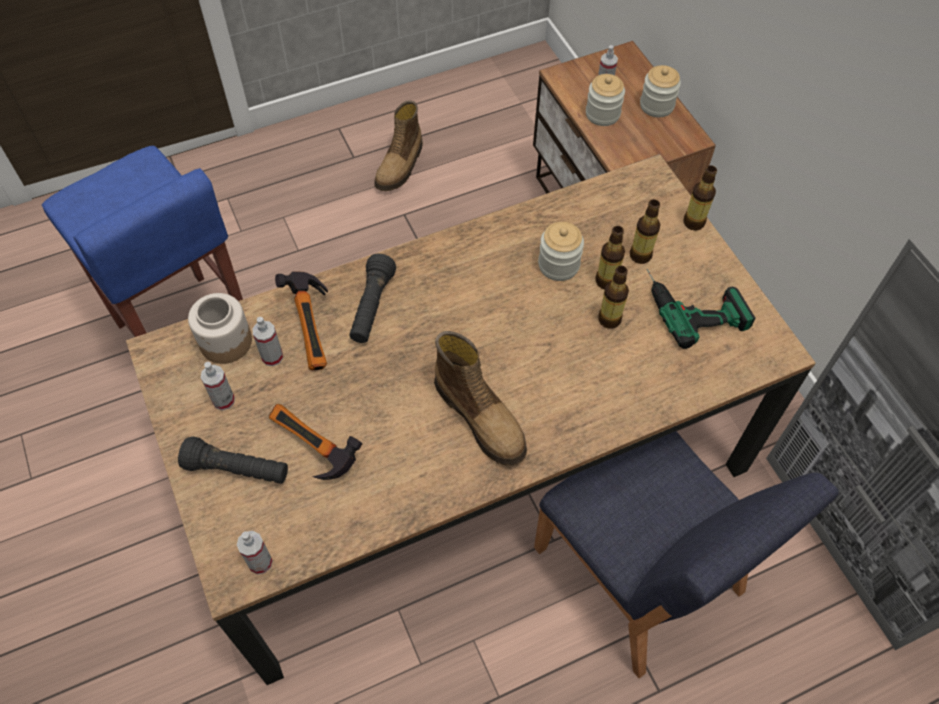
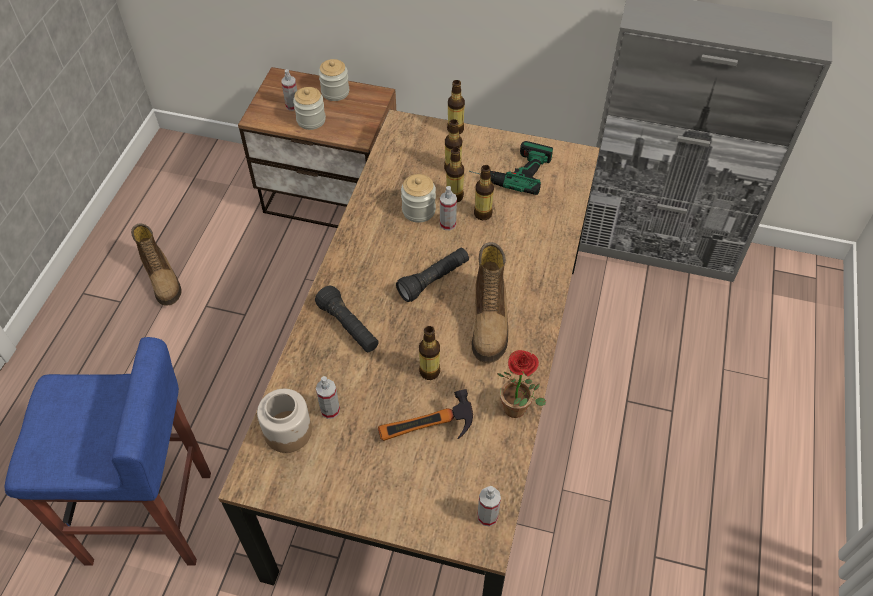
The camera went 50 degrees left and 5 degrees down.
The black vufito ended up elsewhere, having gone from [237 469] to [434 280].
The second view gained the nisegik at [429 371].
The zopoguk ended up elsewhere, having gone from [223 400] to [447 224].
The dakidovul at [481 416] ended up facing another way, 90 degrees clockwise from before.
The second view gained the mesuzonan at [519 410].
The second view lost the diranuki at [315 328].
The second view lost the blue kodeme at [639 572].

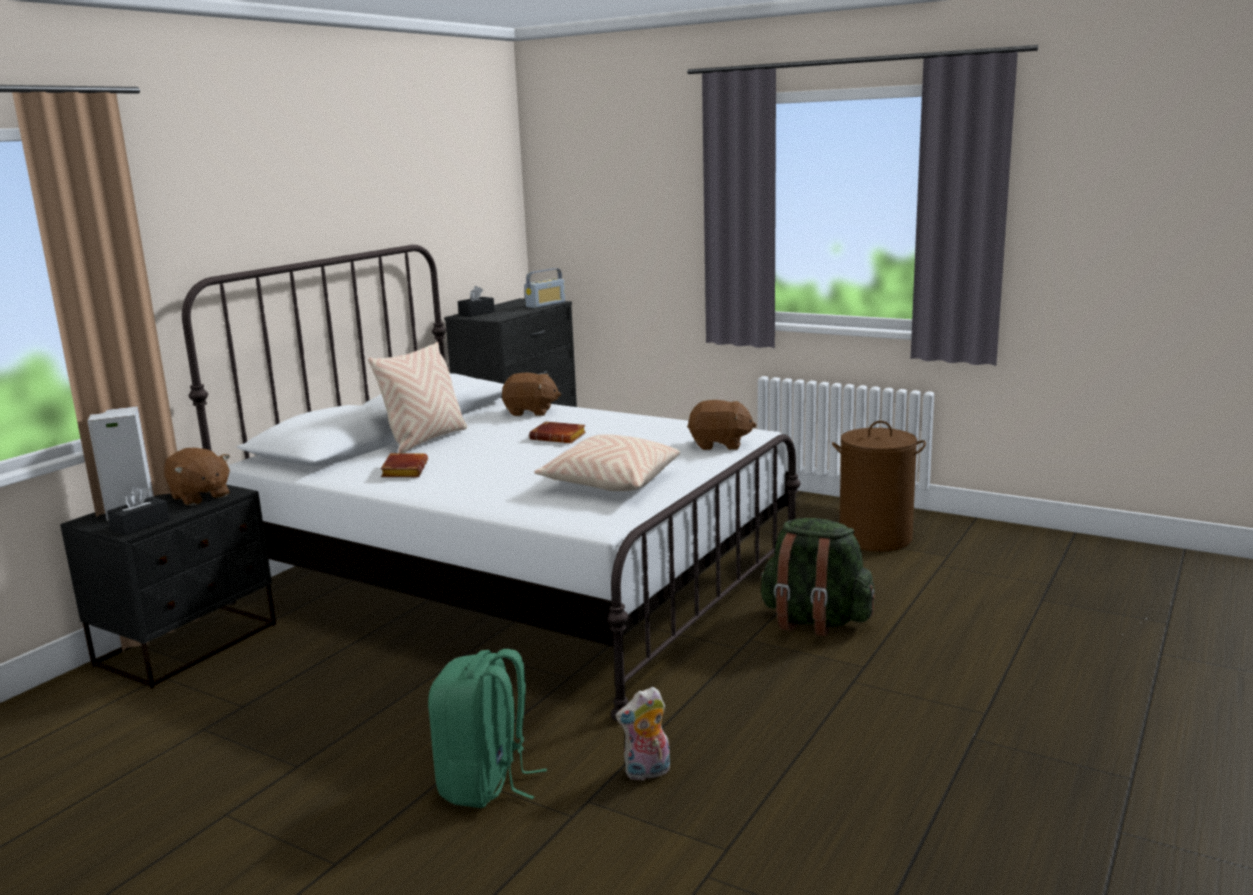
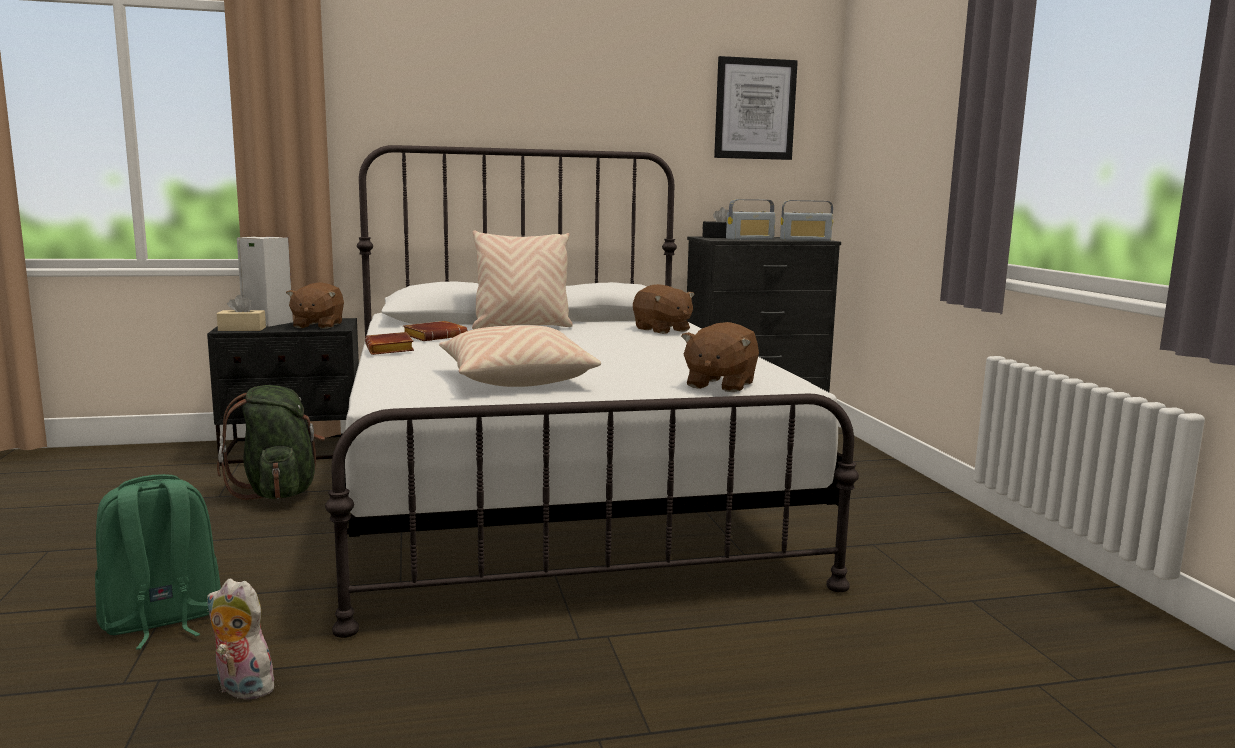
The camera went 45 degrees right and 5 degrees down.
What was the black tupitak at [140 525] turned into the beige tupitak at [242 329].
The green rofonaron ended up elsewhere, having gone from [814 621] to [278 492].
The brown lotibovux ended up elsewhere, having gone from [560 437] to [391 350].
The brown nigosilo at [720 445] ended up facing another way, 60 degrees clockwise from before.
The second view gained the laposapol at [755 109].
The second view gained the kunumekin at [750 239].
The second view lost the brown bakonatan at [874 538].

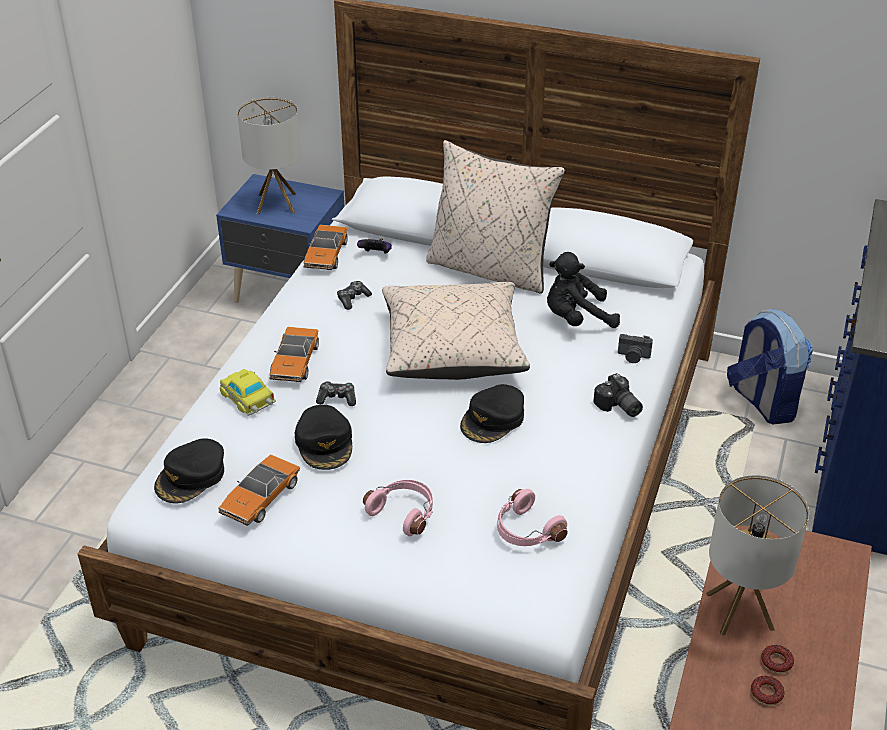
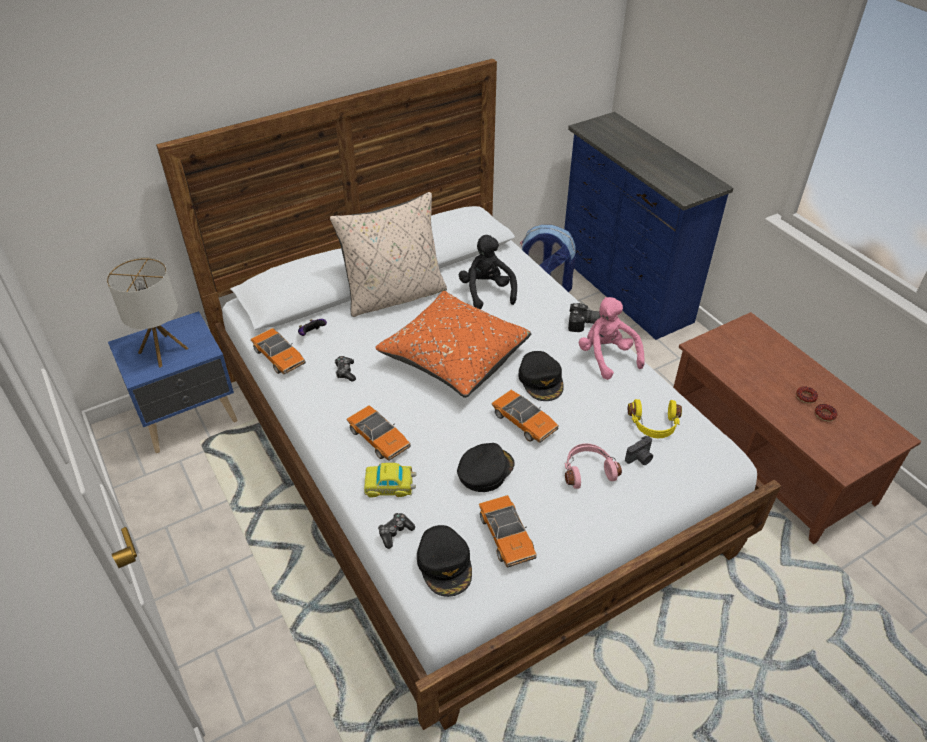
The camera went 50 degrees left and 5 degrees up.
What was the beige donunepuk at [453 349] turned into the orange donunepuk at [454 357].
The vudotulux ended up elsewhere, having gone from [337 398] to [395 532].
The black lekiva at [325 443] ended up facing another way, 75 degrees counterclockwise from before.
The black nigosilo at [576 319] ended up facing another way, 135 degrees clockwise from before.
The second view gained the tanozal at [524 422].
The second view gained the pink nigosilo at [607 356].
The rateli ended up elsewhere, having gone from [633 357] to [640 458].
What was the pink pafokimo at [526 531] turned into the yellow pafokimo at [654 425].
The second view lost the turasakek at [739 611].

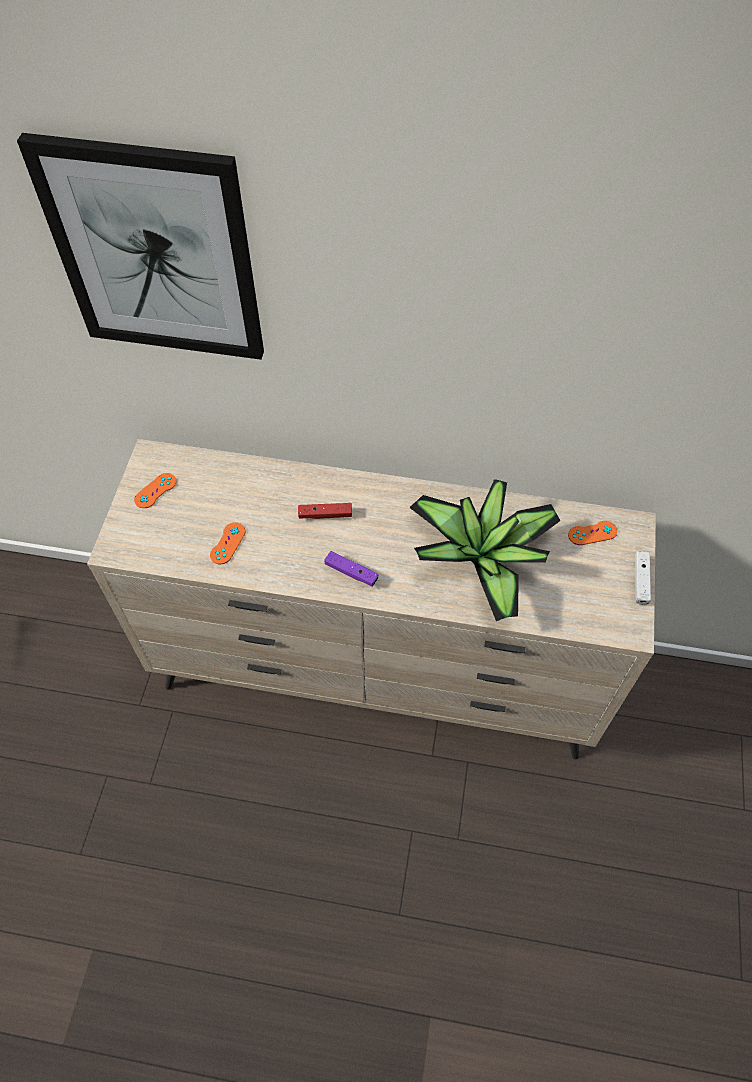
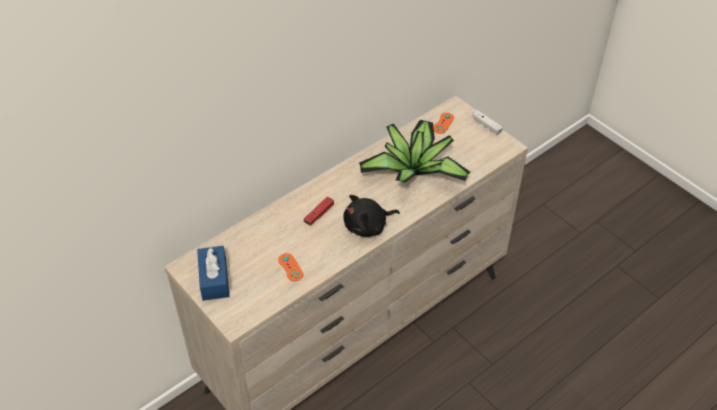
The camera went 50 degrees left and 10 degrees down.
Where the orange vudotulux stood at [155 491], the blue tupitak came to stand at [214 279].
Where the purple vudotulux stood at [351 572], the black nigosilo came to stand at [368 226].
The second view lost the laposapol at [155 253].

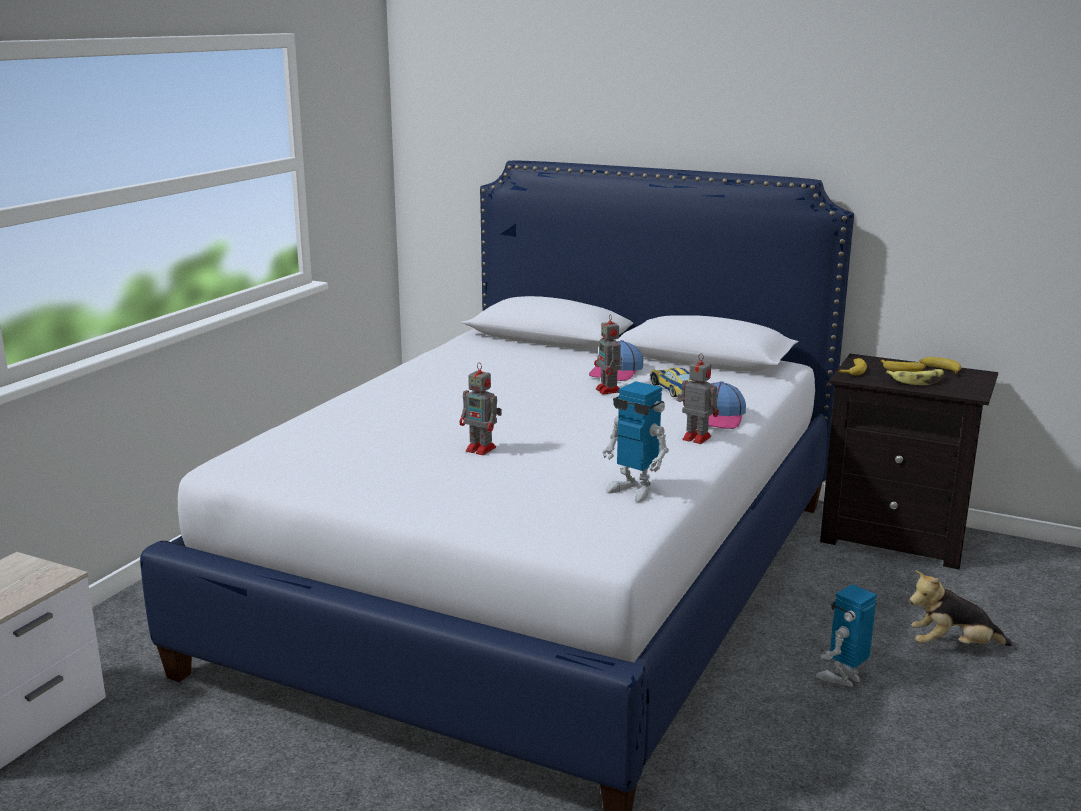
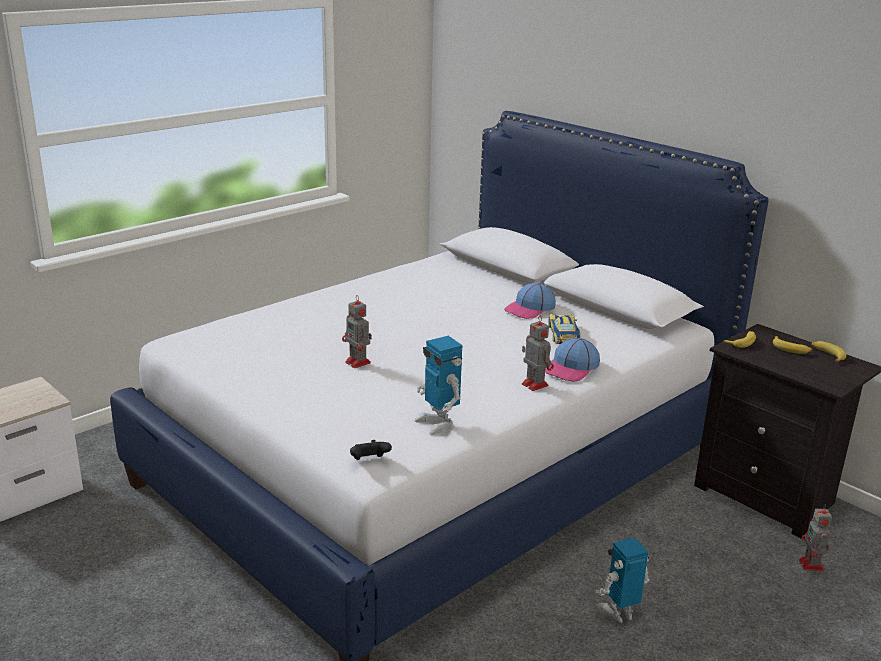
The camera went 20 degrees right and 5 degrees up.
The second view gained the black vudotulux at [369 461].
The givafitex ended up elsewhere, having gone from [609 390] to [811 565].
The second view lost the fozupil at [917 381].
The second view lost the nigosilo at [953 646].

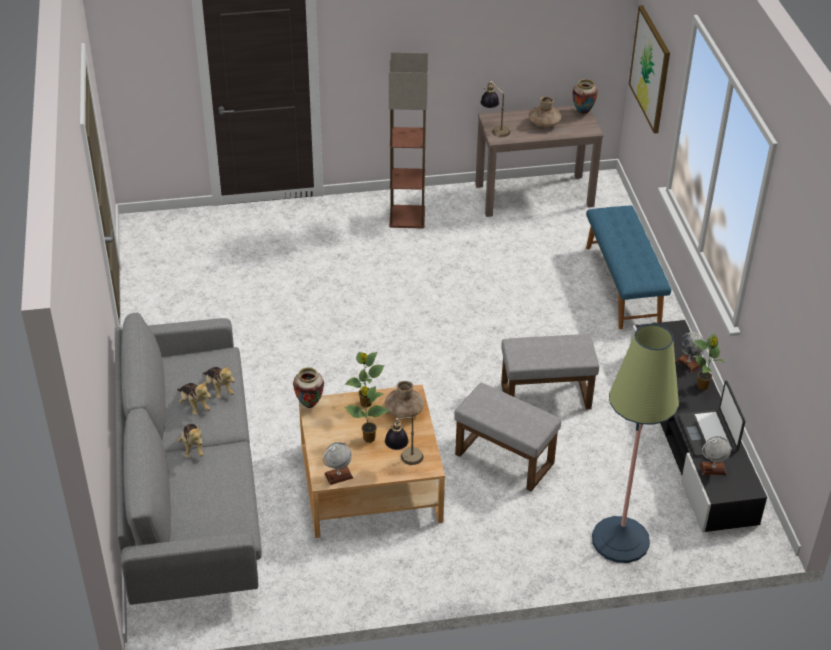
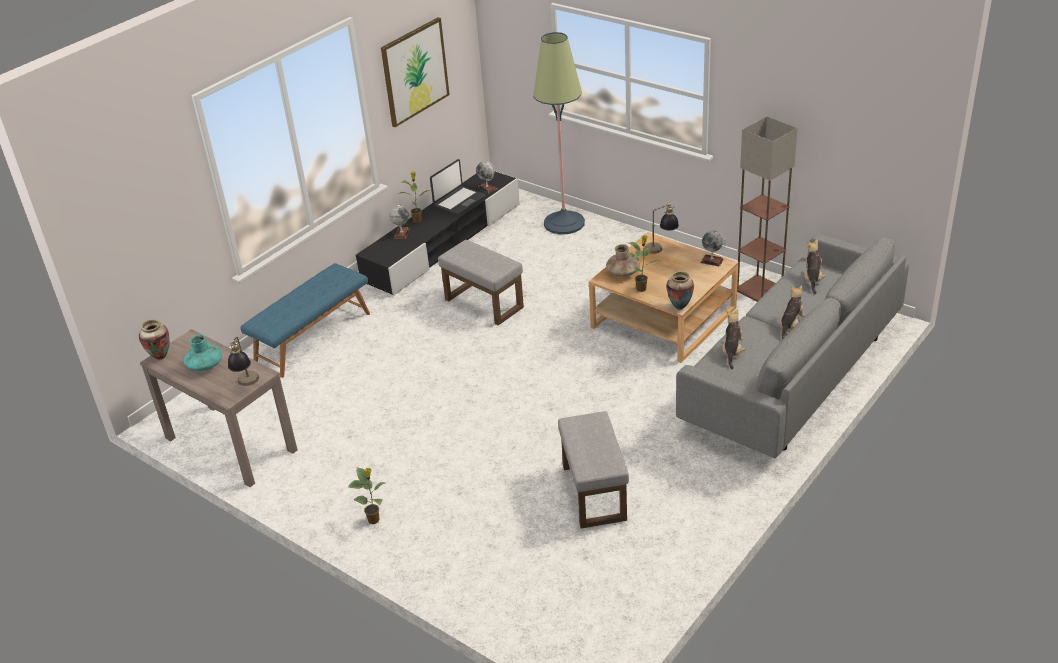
The camera went 130 degrees left and 5 degrees down.
What was the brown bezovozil at [544 123] turned into the turquoise bezovozil at [205 365].
The mesuzonan ended up elsewhere, having gone from [368 439] to [374 520].
The laposapol ended up elsewhere, having gone from [650 69] to [415 71].
The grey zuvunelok ended up elsewhere, having gone from [506 458] to [593 492].
The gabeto ended up elsewhere, having gone from [406 217] to [760 290].
The nigosilo ended up elsewhere, having gone from [194 405] to [812 279].

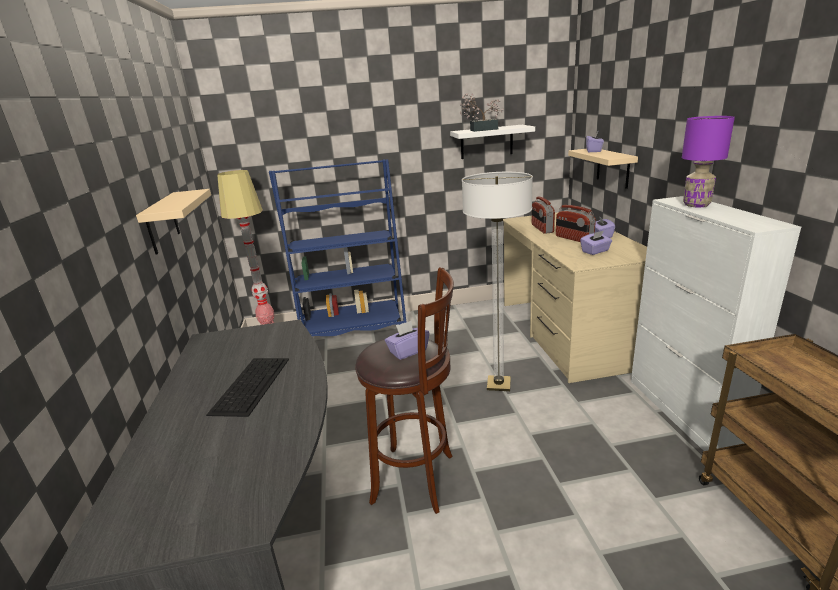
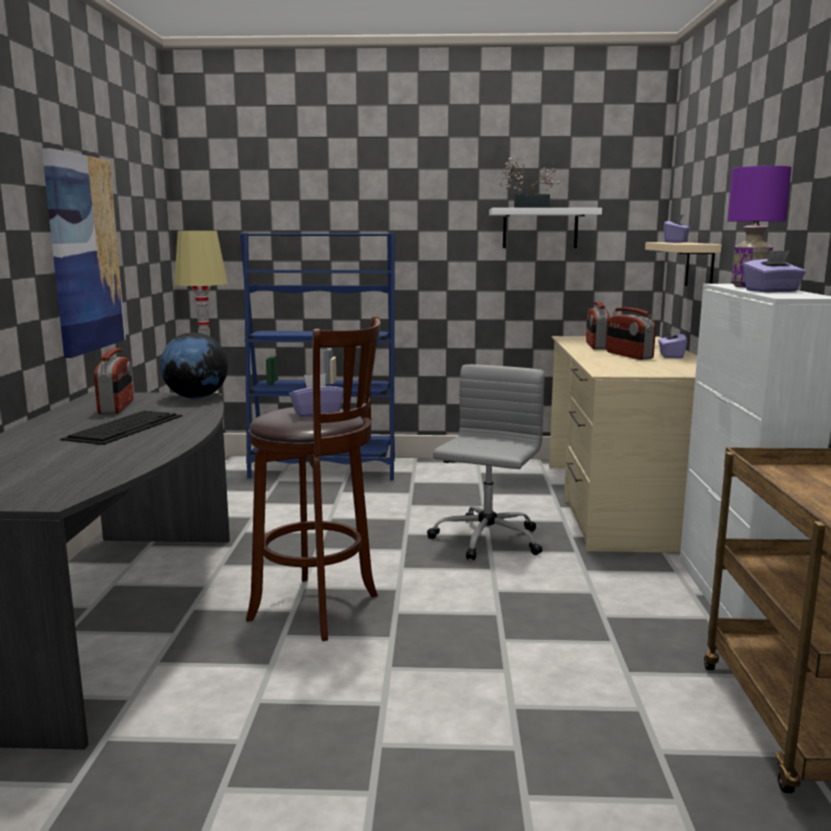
The camera went 10 degrees right and 10 degrees down.
Where the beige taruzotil hung at [162 223], the laposapol came to hang at [84 254].
The second view gained the kunumekin at [117 407].
The second view gained the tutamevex at [196 397].
Where the gabeto stood at [498 384], the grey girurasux came to stand at [486 540].
The purple tupitak ended up elsewhere, having gone from [595 251] to [772 291].

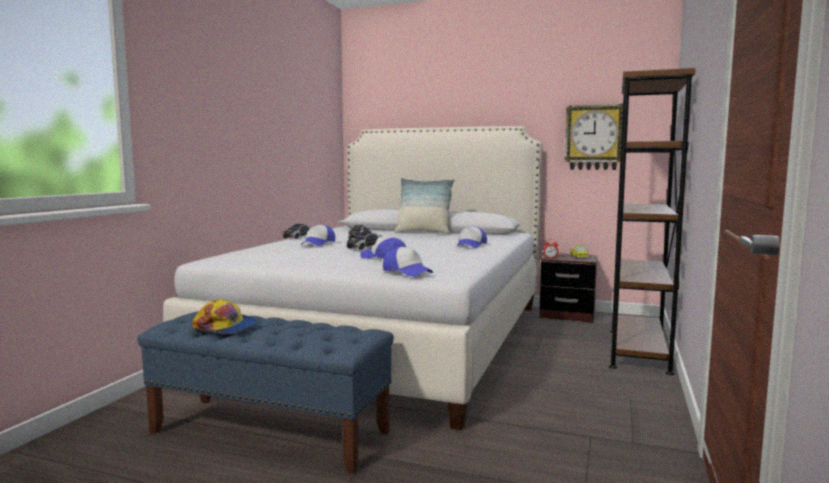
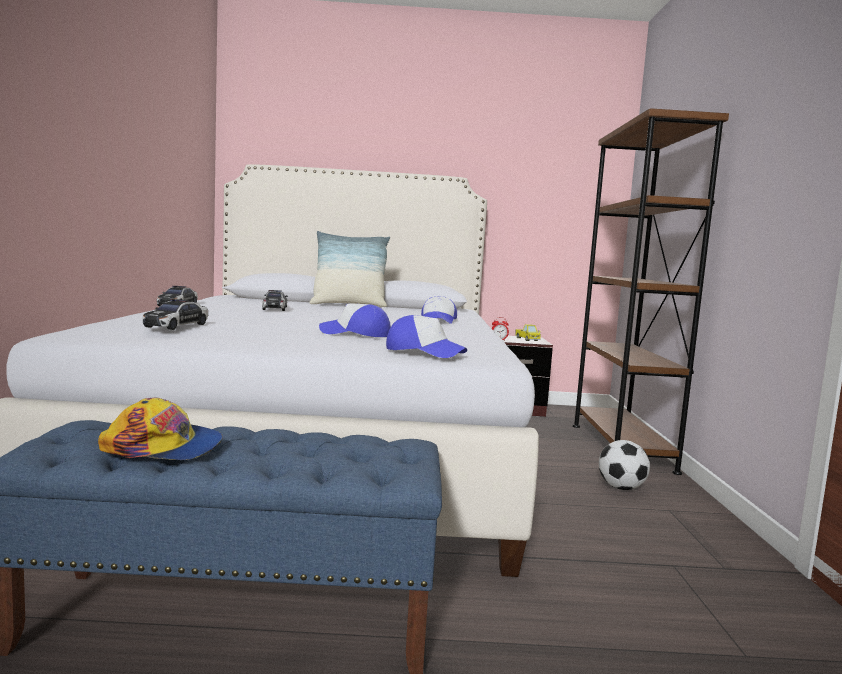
The camera went 20 degrees left and 0 degrees up.
The tanozal ended up elsewhere, having gone from [365 247] to [177 325].
The second view gained the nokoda at [621 488].
The second view lost the lekiva at [318 243].
The second view lost the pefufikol at [594 137].

